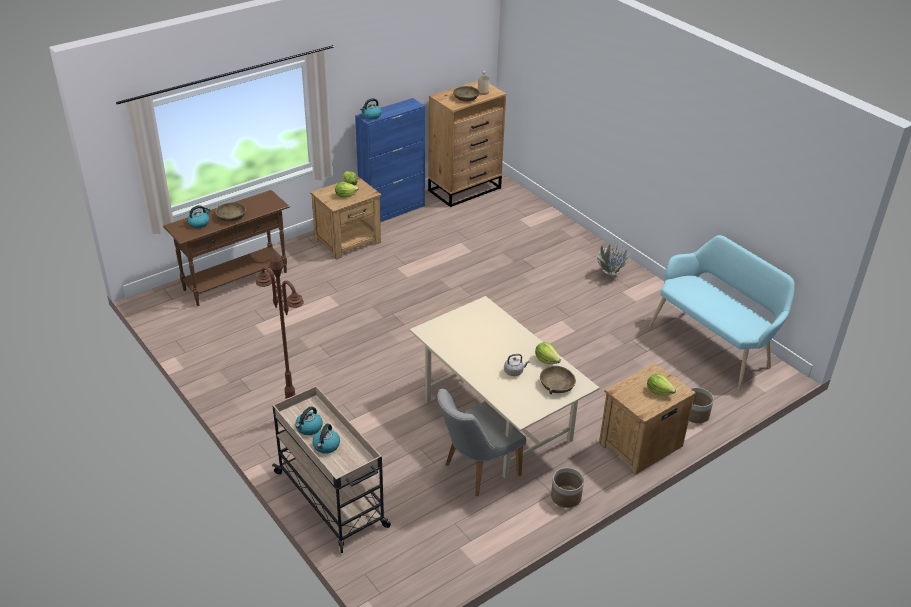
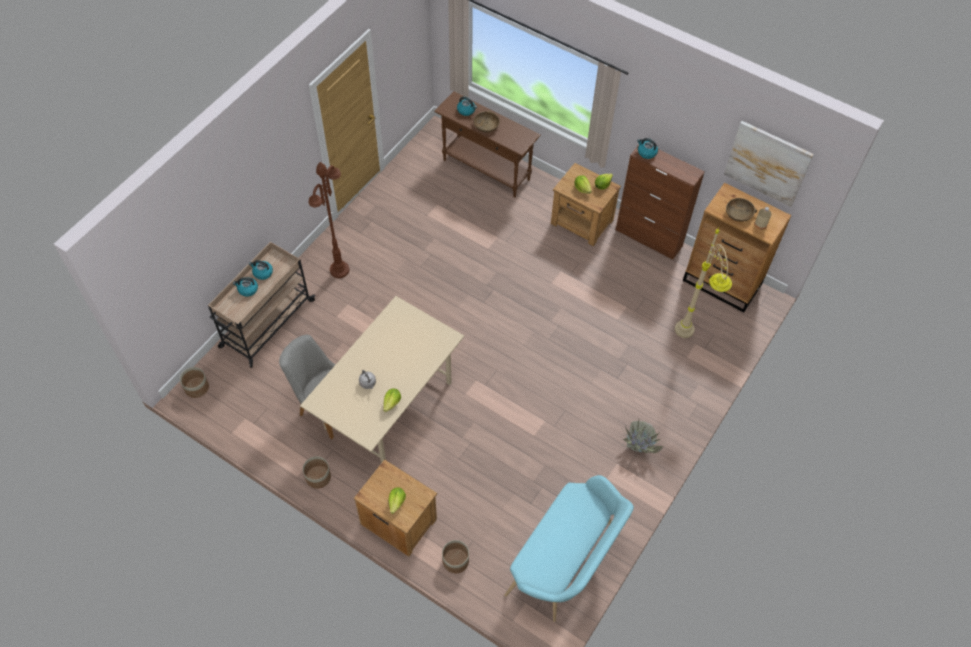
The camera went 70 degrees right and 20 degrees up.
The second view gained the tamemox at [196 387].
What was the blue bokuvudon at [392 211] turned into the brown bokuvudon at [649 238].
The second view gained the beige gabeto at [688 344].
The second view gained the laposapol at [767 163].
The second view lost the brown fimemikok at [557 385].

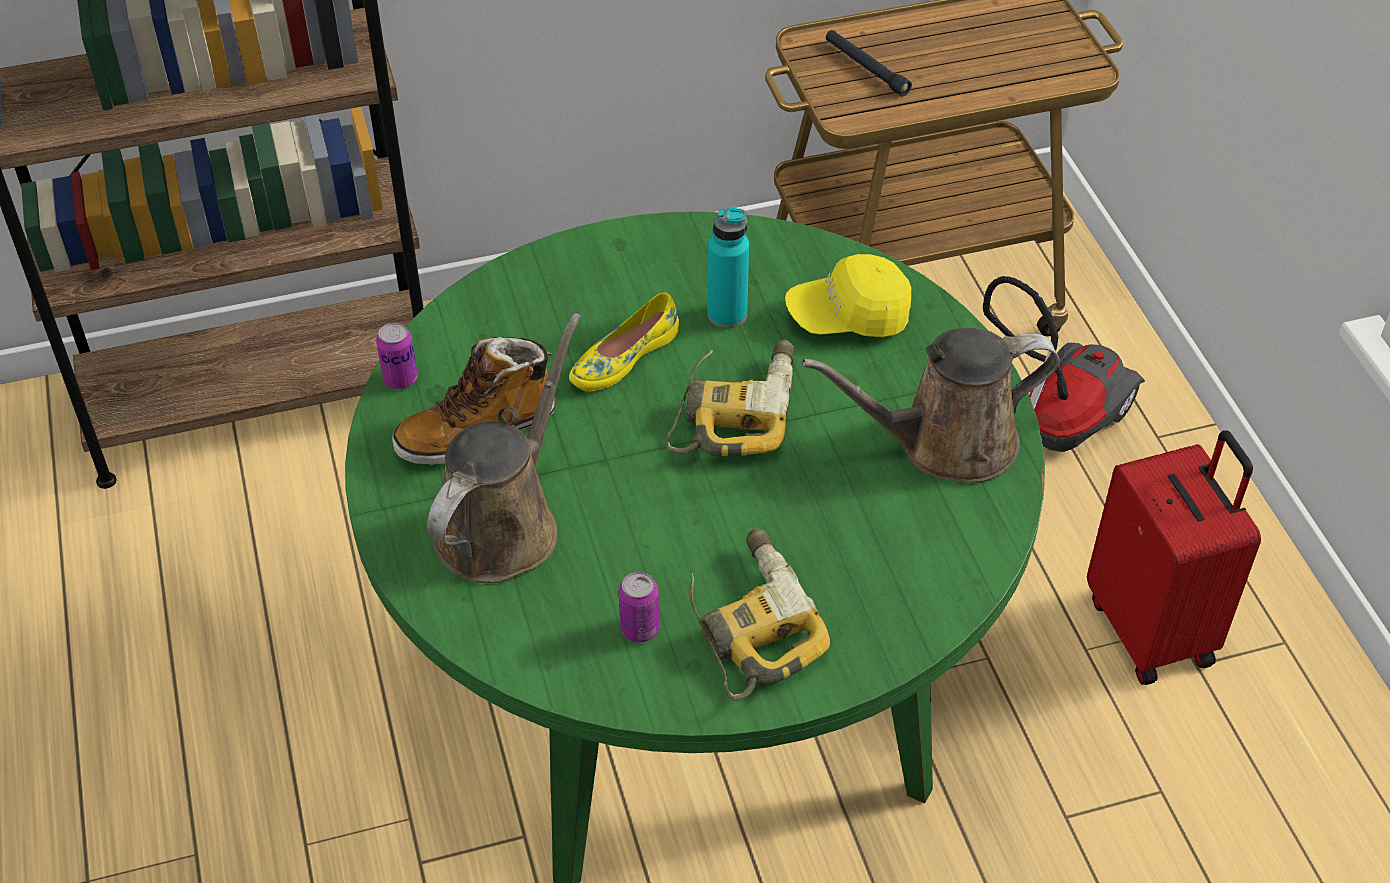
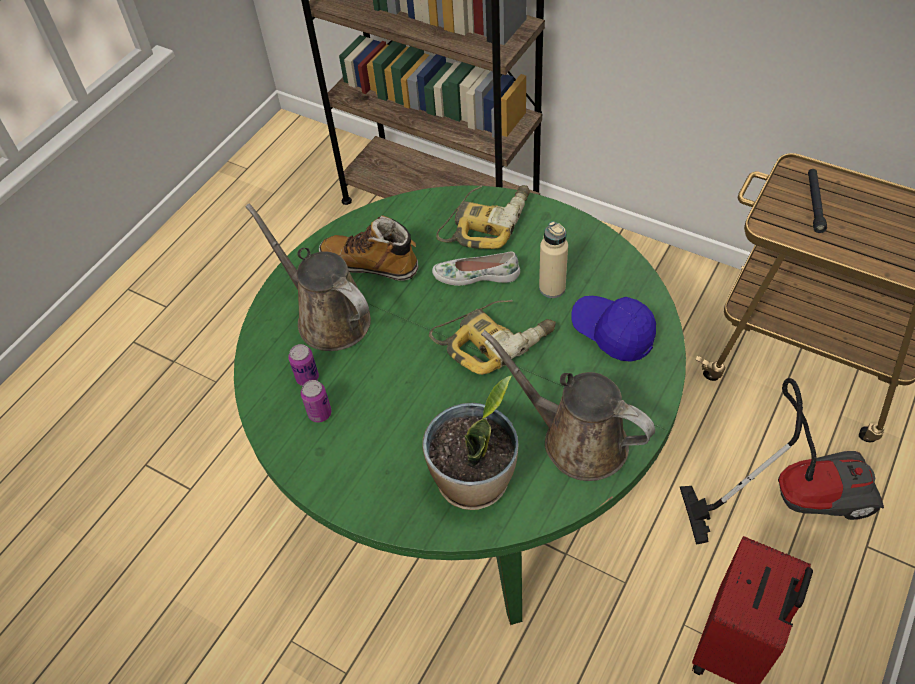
The camera went 50 degrees right and 5 degrees up.
The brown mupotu at [503 524] ended up facing another way, 120 degrees counterclockwise from before.
The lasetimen ended up elsewhere, having gone from [400 379] to [307 378].
The second view gained the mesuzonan at [474 481].
What was the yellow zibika at [623 357] turned into the white zibika at [476 274].
The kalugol ended up elsewhere, having gone from [749 623] to [486 222].
What was the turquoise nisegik at [727 314] turned into the beige nisegik at [552 288].
What was the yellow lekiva at [848 316] turned into the blue lekiva at [612 333].

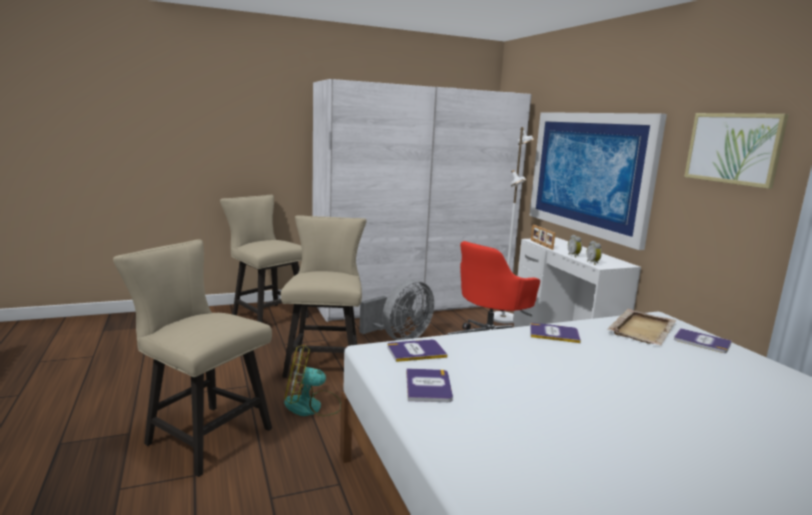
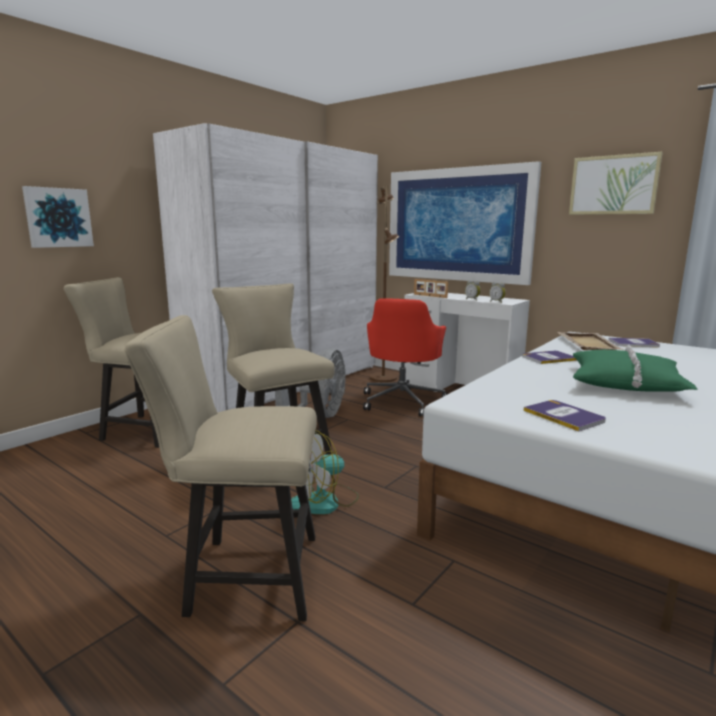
The camera went 30 degrees left and 0 degrees up.
The second view gained the laposapol at [58 217].
What was the white gabeto at [503 318] turned into the brown gabeto at [383 378].
The second view gained the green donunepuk at [625 382].
The second view lost the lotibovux at [416 351].

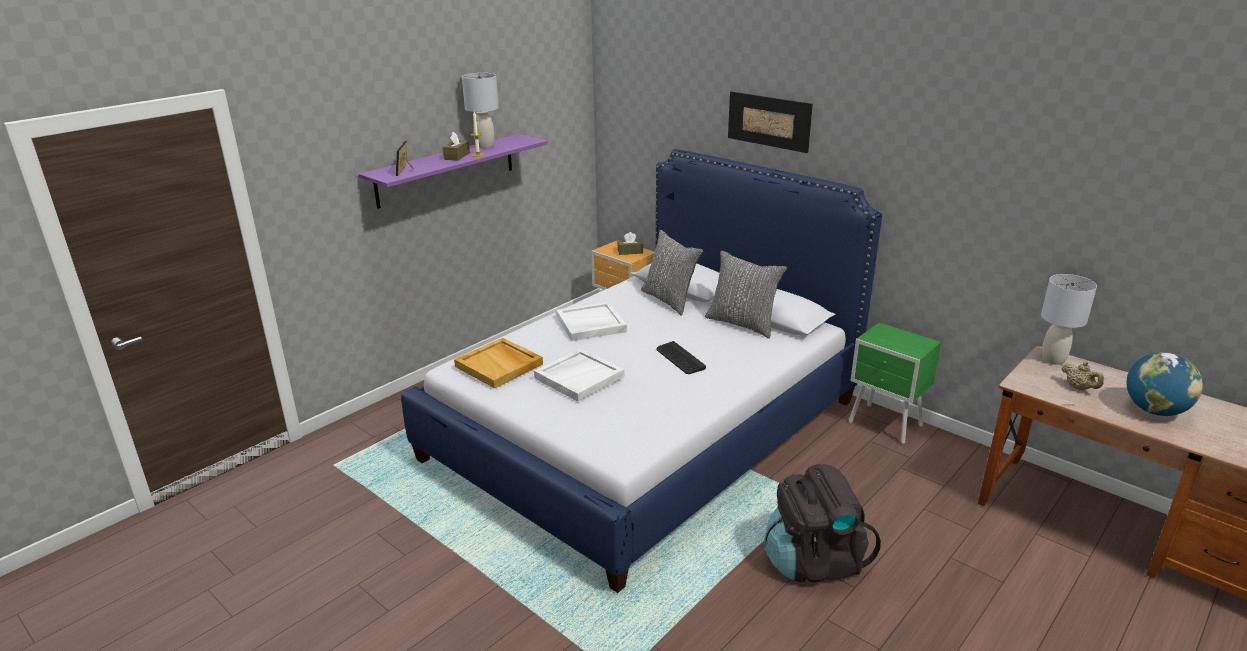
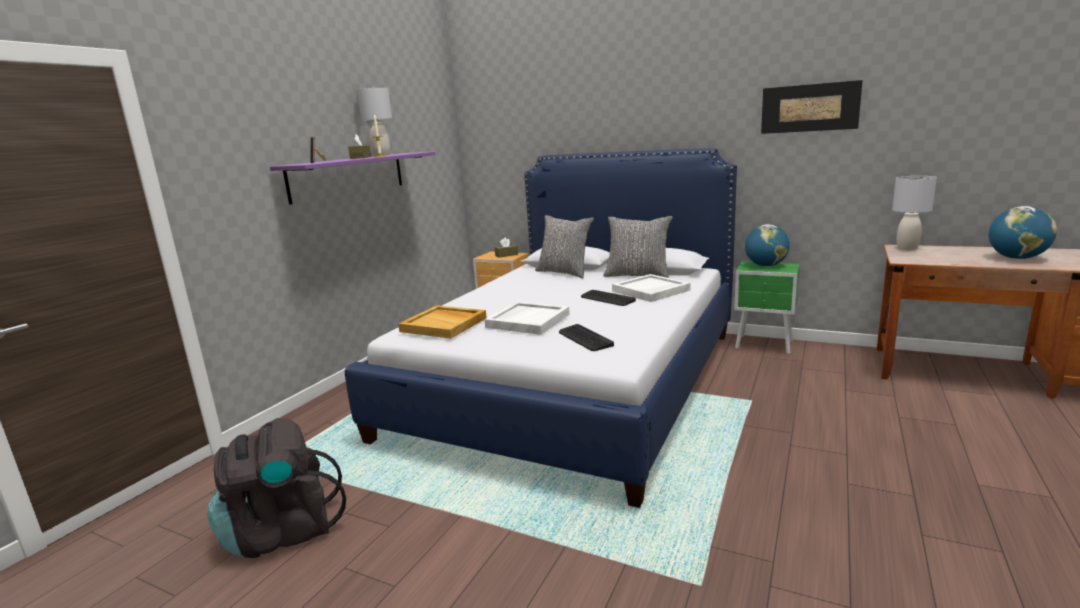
The camera went 15 degrees left and 10 degrees down.
The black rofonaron ended up elsewhere, having gone from [813 562] to [283 532].
The second view gained the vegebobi at [584 338].
The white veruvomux ended up elsewhere, having gone from [590 324] to [650 291].
The second view gained the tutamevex at [765 265].
The laposapol ended up elsewhere, having gone from [769 121] to [809 108].
The second view lost the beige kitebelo at [1079 388].

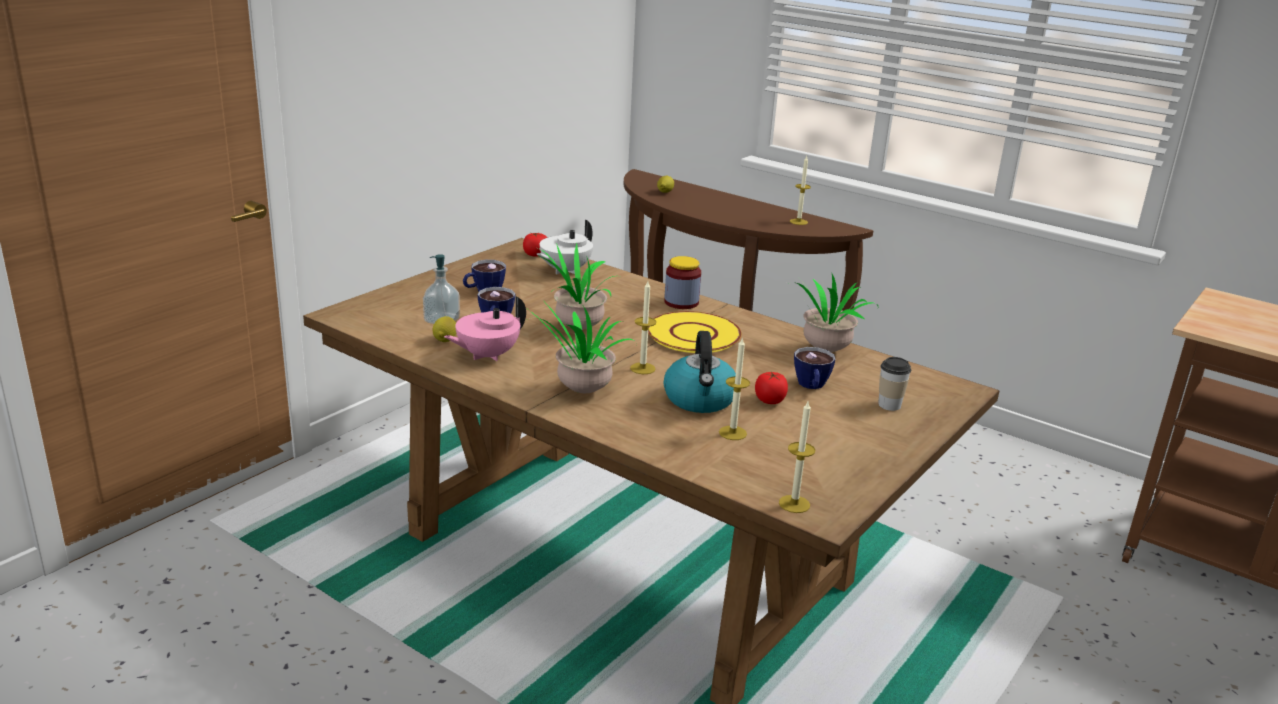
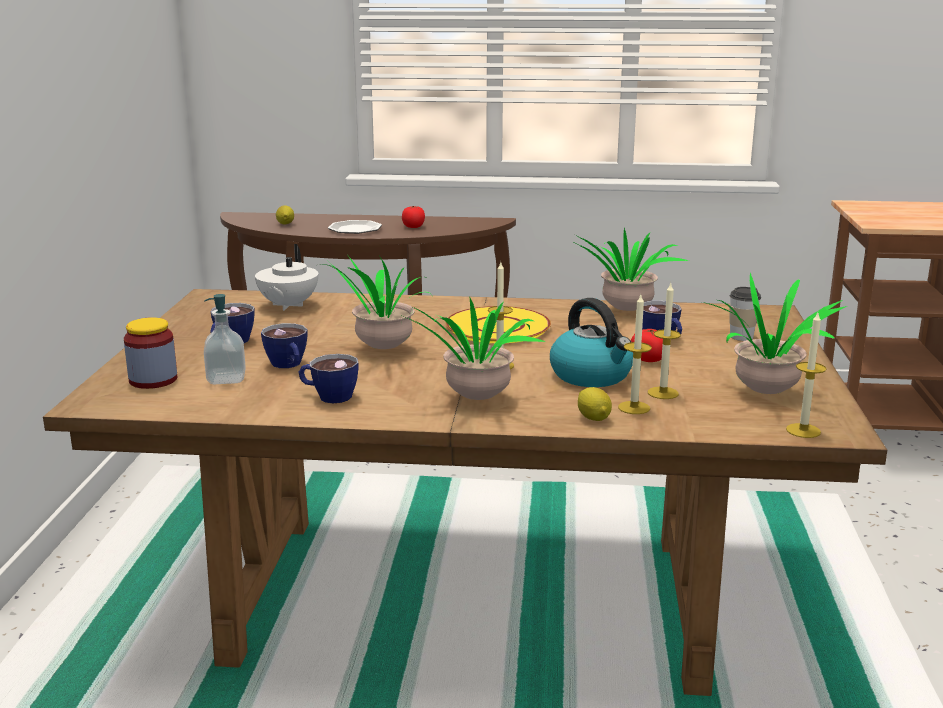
The camera went 30 degrees left and 5 degrees down.
The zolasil ended up elsewhere, having gone from [681 302] to [153 380].
Where the pink kitebelo stood at [487 355], the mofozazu came to stand at [328 396].
The second view gained the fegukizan at [354 229].
The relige ended up elsewhere, having gone from [535 254] to [413 227].
The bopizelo ended up elsewhere, having gone from [445 339] to [593 418].
The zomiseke ended up elsewhere, having gone from [798 222] to [634 407].
The second view gained the mesuzonan at [766 391].

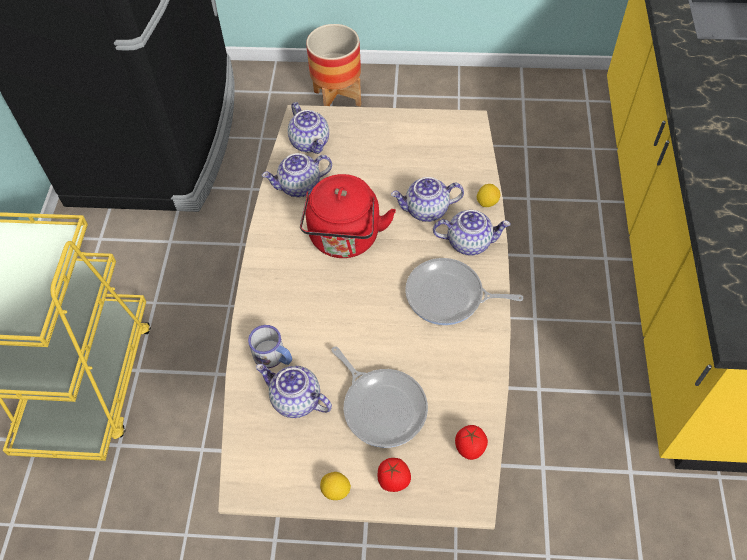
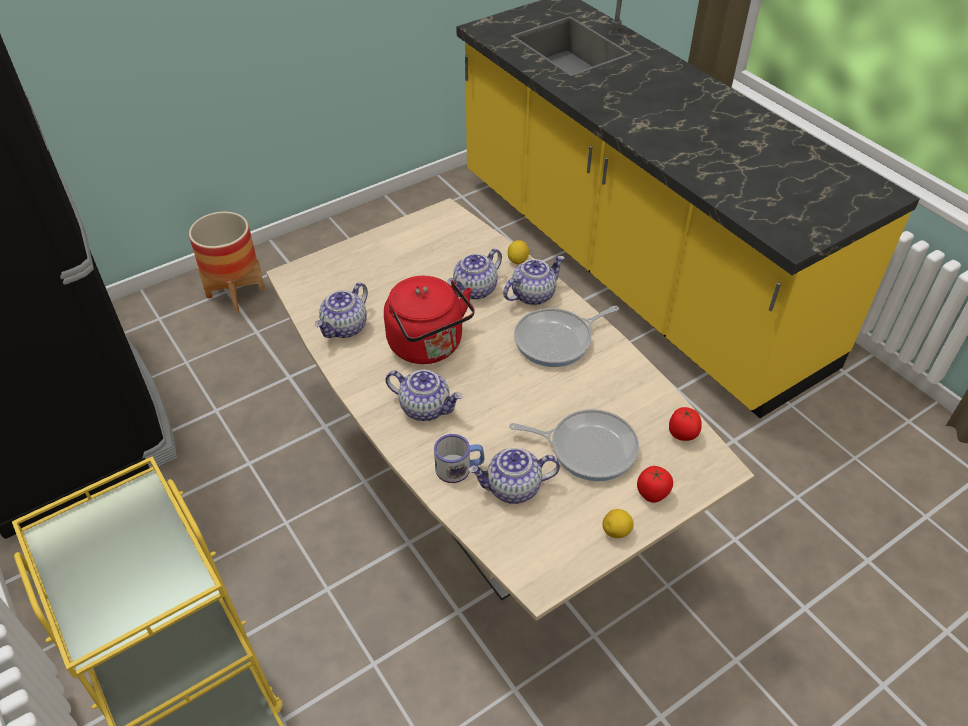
The camera went 40 degrees left and 10 degrees down.
The kitebelo ended up elsewhere, having gone from [310 142] to [426 407].

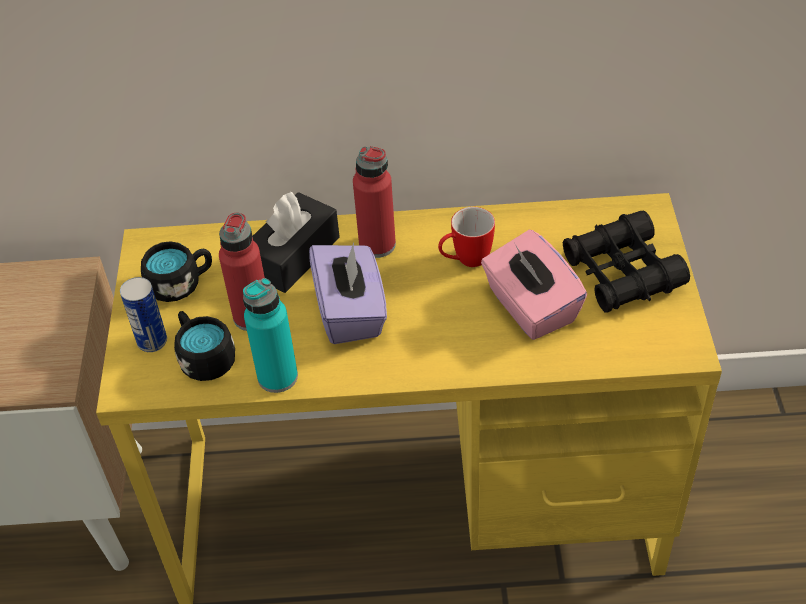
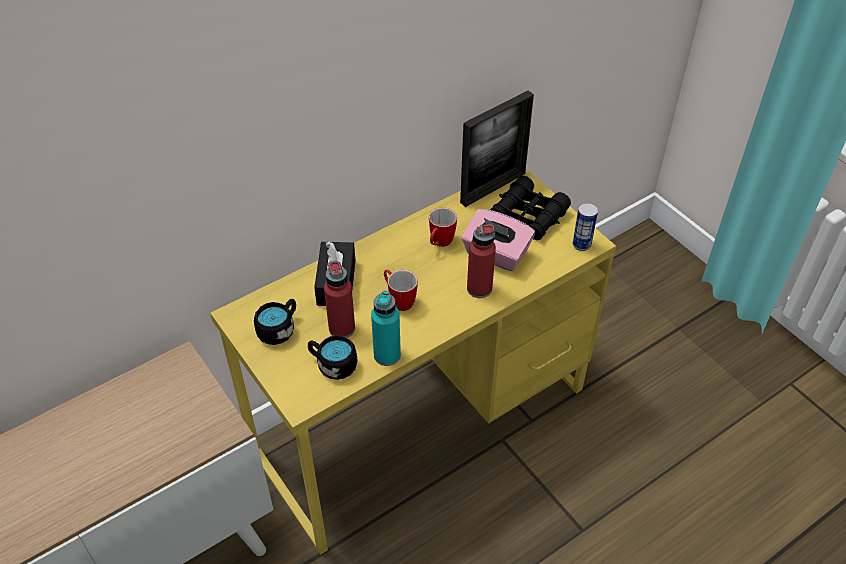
The camera went 35 degrees left and 0 degrees up.
Where the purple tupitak stood at [351 312], the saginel came to stand at [398 300].
The second view gained the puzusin at [493 188].
The red nisegik ended up elsewhere, having gone from [377 245] to [479 289].
The lasetimen ended up elsewhere, having gone from [152 341] to [581 245].

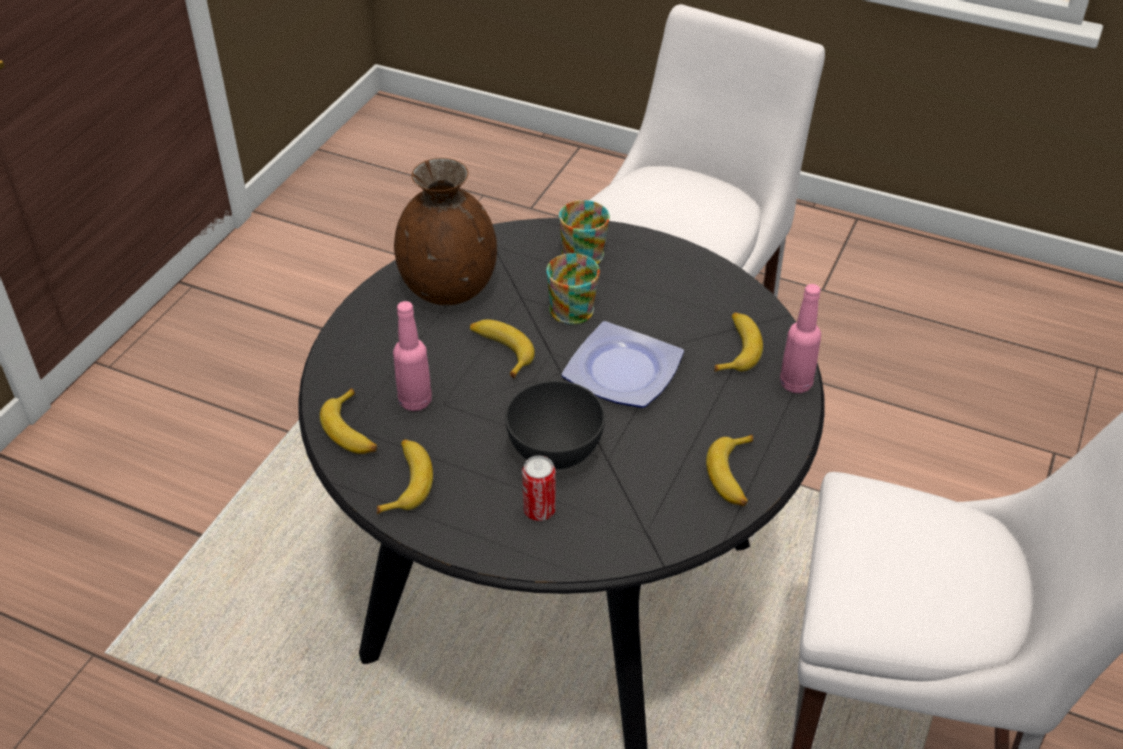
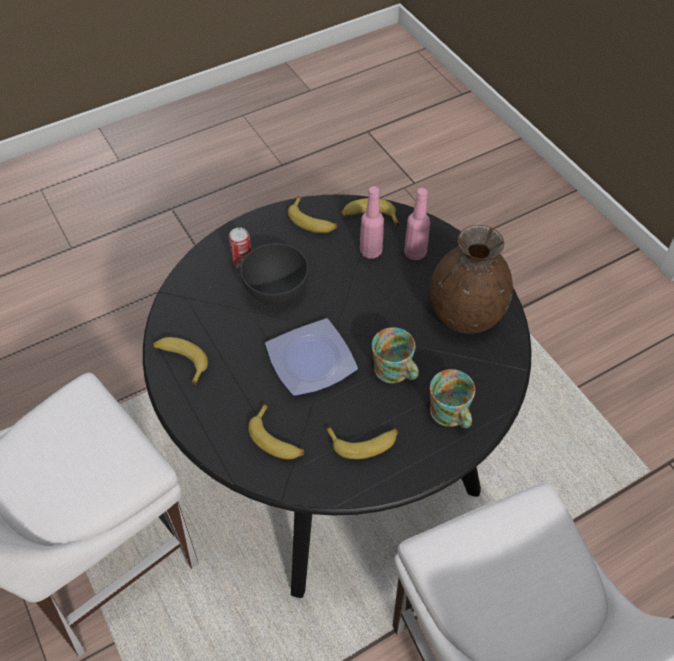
The camera went 125 degrees right and 10 degrees up.
The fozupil ended up elsewhere, having gone from [500 351] to [363 442].
The pink nisegik ended up elsewhere, having gone from [796 384] to [415 253].

